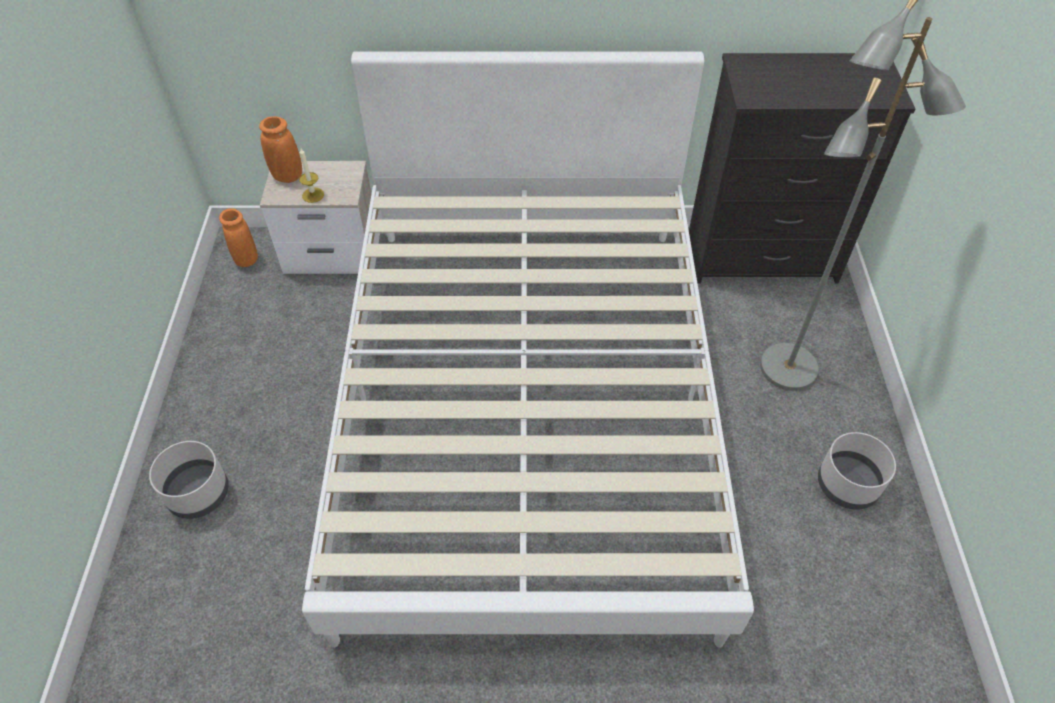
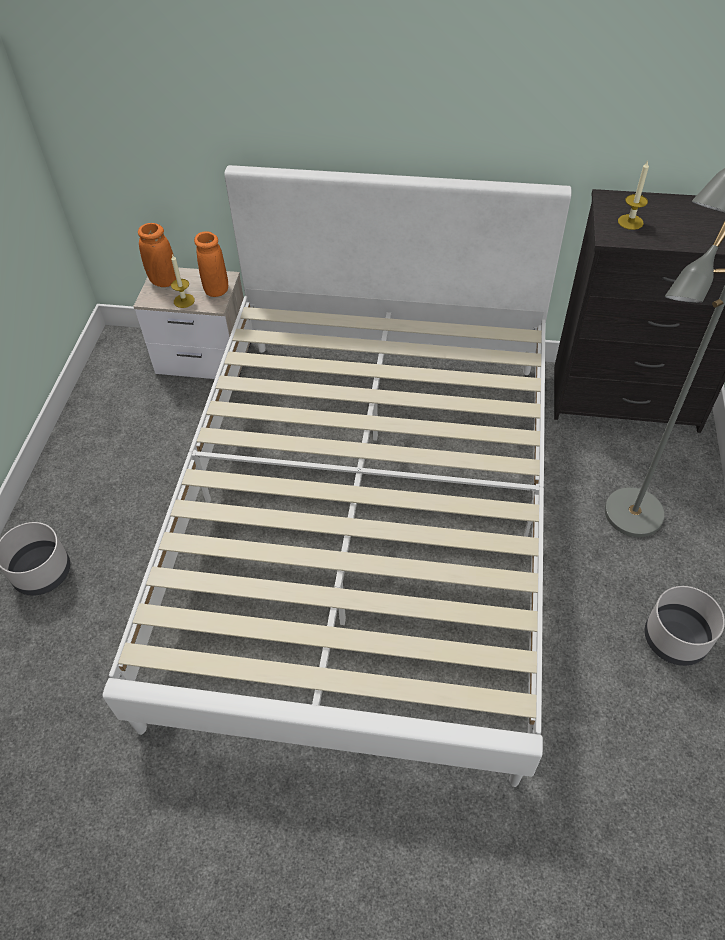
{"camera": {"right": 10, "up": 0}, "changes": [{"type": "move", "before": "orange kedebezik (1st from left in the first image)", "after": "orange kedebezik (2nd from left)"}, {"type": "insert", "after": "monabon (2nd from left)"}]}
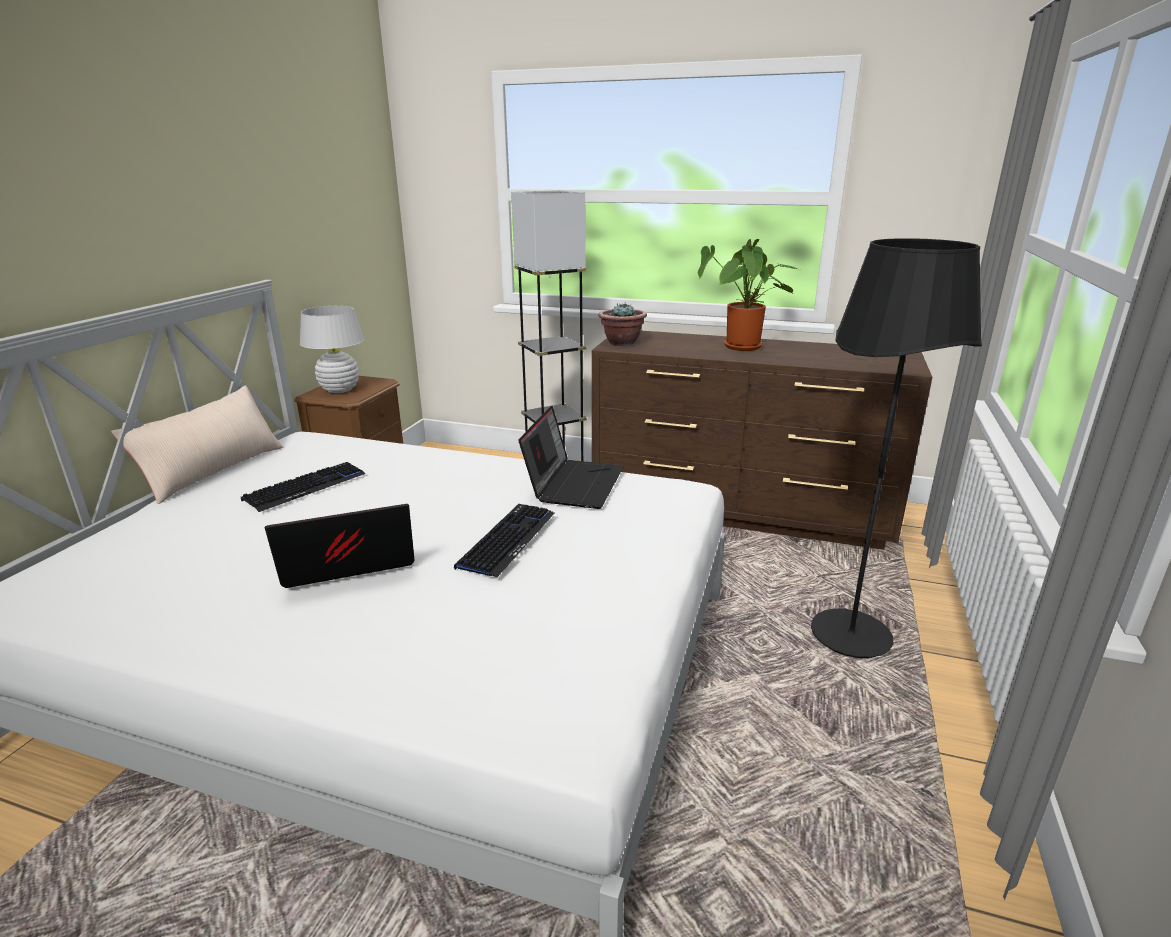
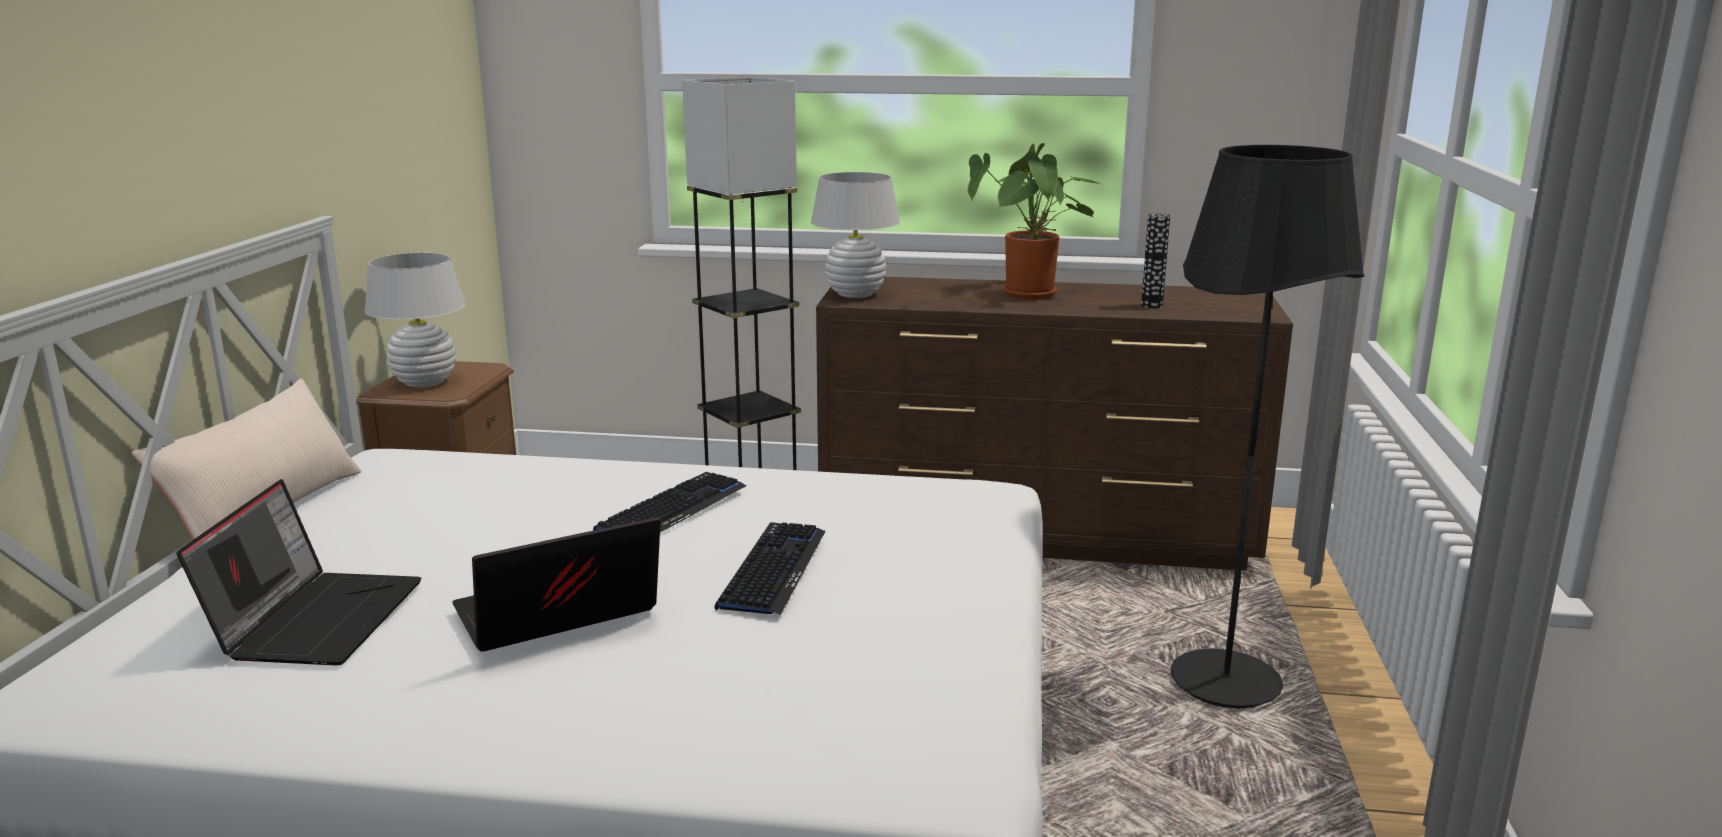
{"camera": {"right": -10, "up": -5}, "changes": [{"type": "move", "before": "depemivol (2nd from left in the first image)", "after": "depemivol (1st from left)"}, {"type": "move", "before": "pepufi (1st from left)"}, {"type": "replace", "before": "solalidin (1st from left)", "after": "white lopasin (2nd from left)"}, {"type": "insert", "after": "kedebezik"}]}
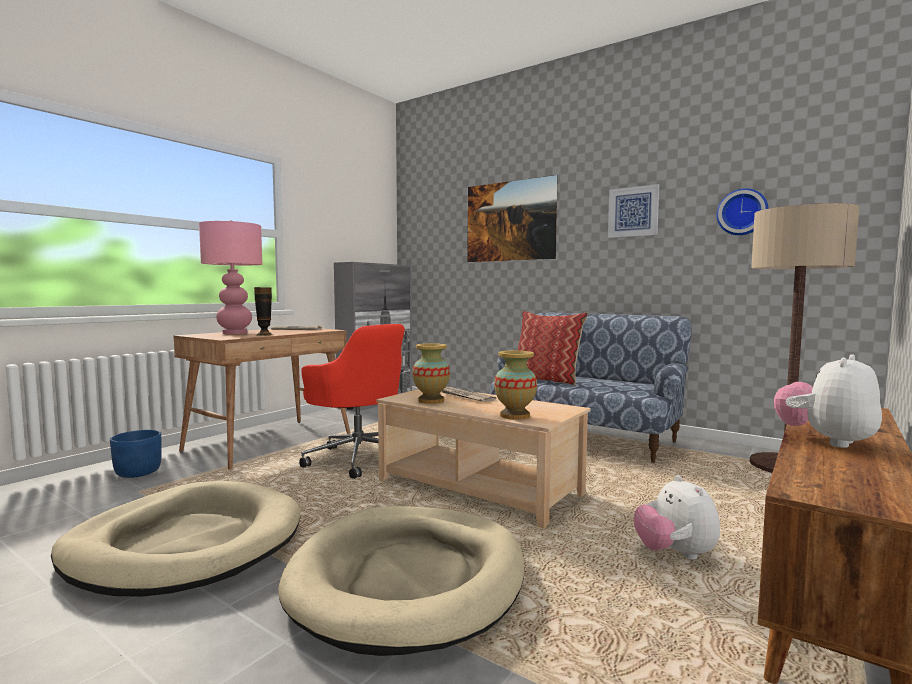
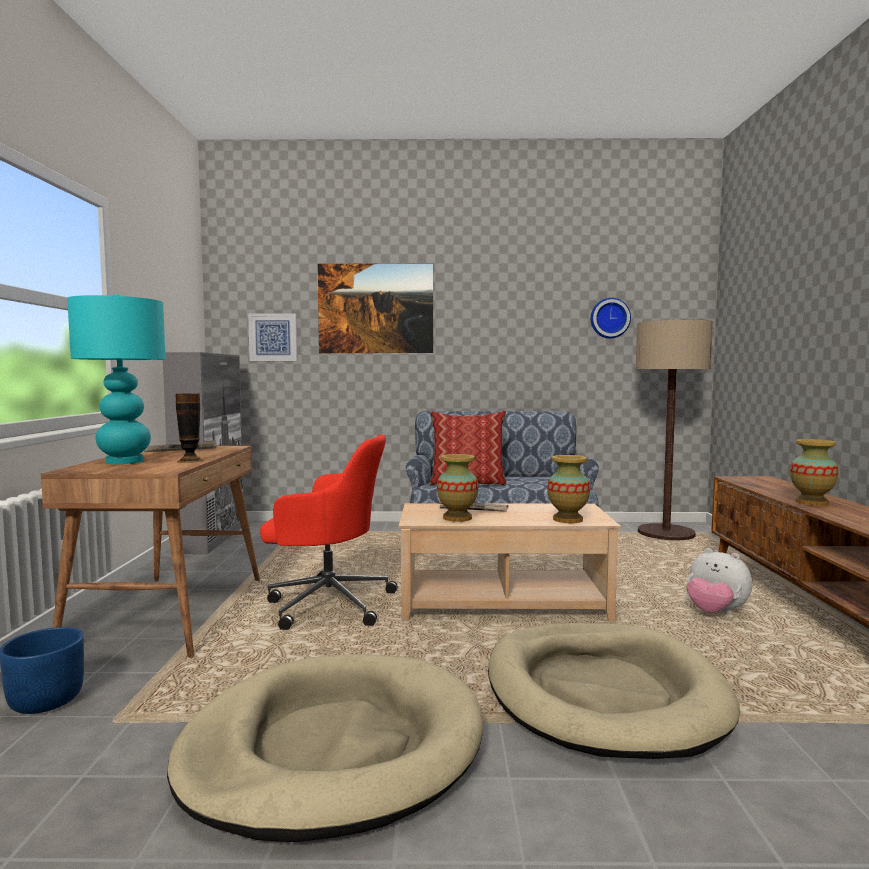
{"camera": {"right": -35, "up": 0}, "changes": [{"type": "recolor", "before": "pink lopasin", "after": "turquoise lopasin"}, {"type": "move", "before": "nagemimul (2nd from left in the first image)", "after": "nagemimul (1st from left)"}, {"type": "replace", "before": "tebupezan (2nd from left)", "after": "kedebezik (4th from left)"}]}
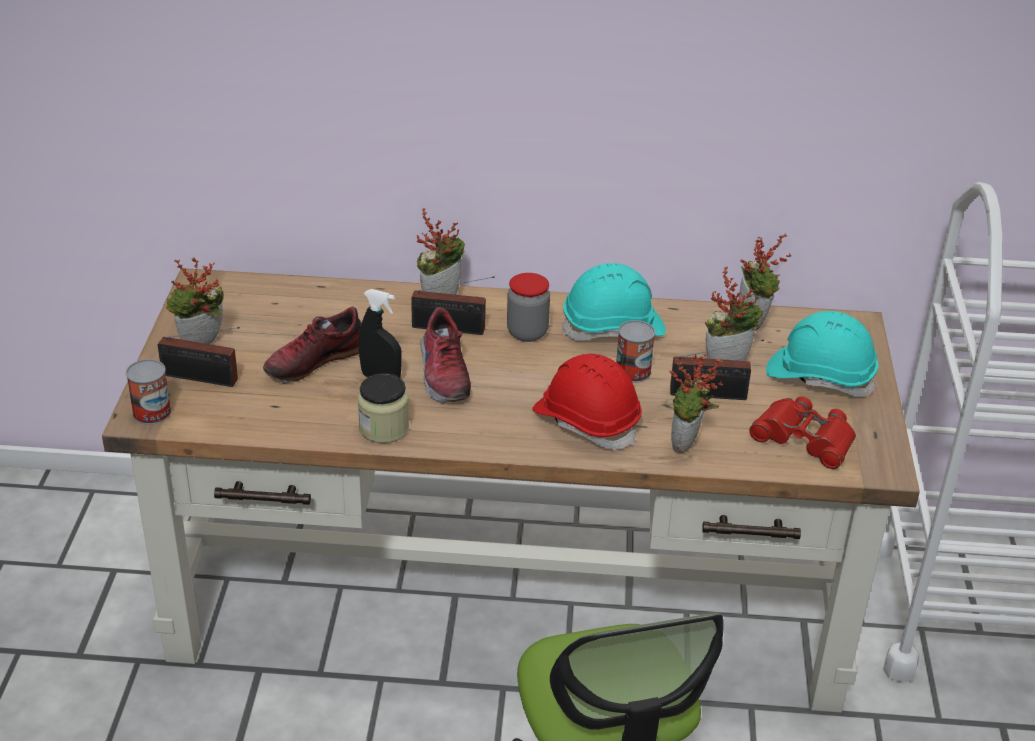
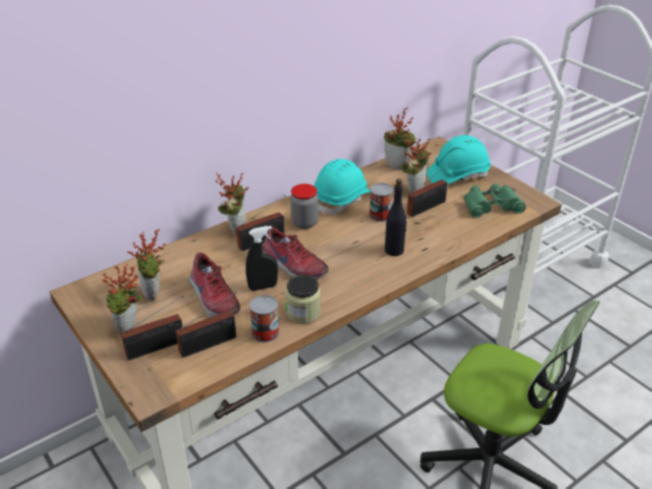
{"camera": {"right": -40, "up": 0}, "changes": [{"type": "move", "before": "solalidin (3rd from left in the first image)", "after": "solalidin (2nd from left)"}, {"type": "insert", "after": "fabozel (2nd from left)"}, {"type": "rotate", "before": "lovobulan (1st from left)", "turn": -45}, {"type": "move", "before": "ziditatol (1st from left)"}, {"type": "replace", "before": "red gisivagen", "after": "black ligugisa"}, {"type": "recolor", "before": "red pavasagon", "after": "green pavasagon"}]}
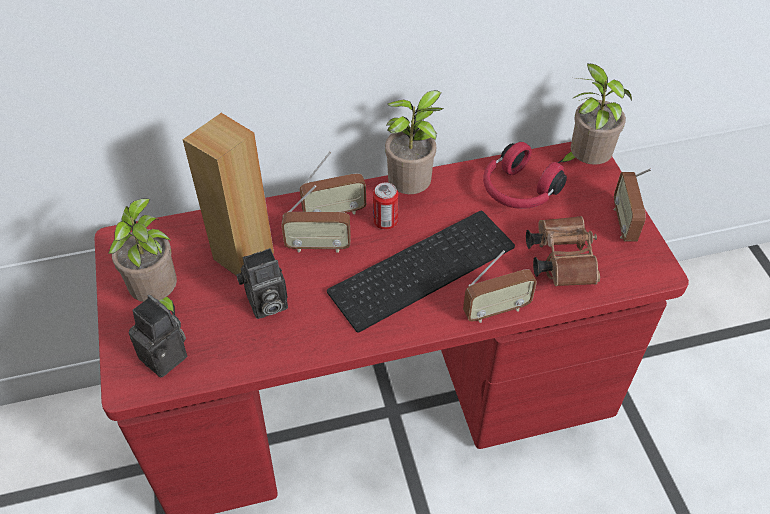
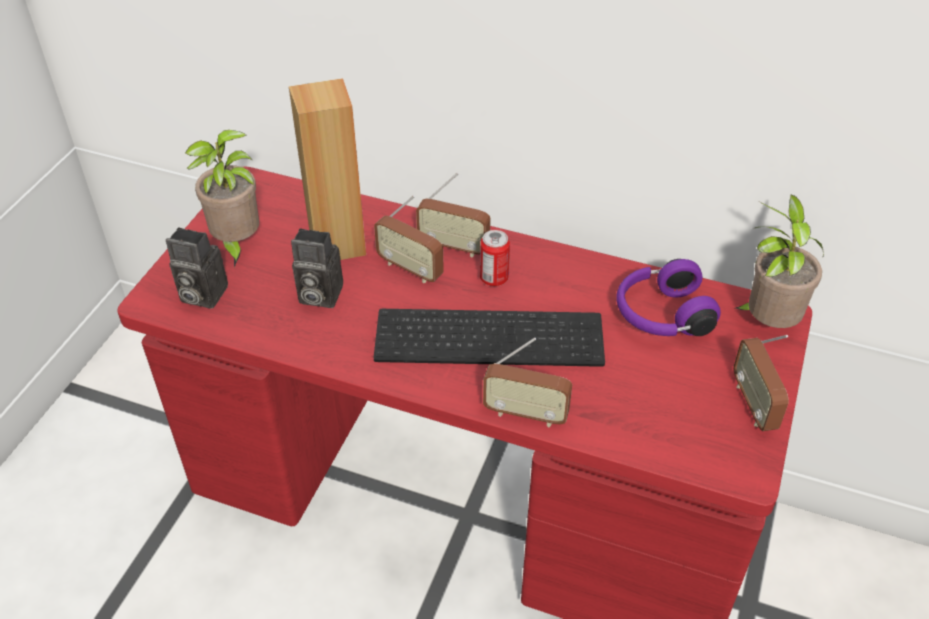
{"camera": {"right": 35, "up": -5}, "changes": [{"type": "rotate", "before": "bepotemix (1st from left)", "turn": 120}, {"type": "recolor", "before": "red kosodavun", "after": "purple kosodavun"}, {"type": "rotate", "before": "fabozel (4th from left)", "turn": -45}, {"type": "delete", "before": "solalidin (2nd from left)"}, {"type": "delete", "before": "brown pavasagon"}]}
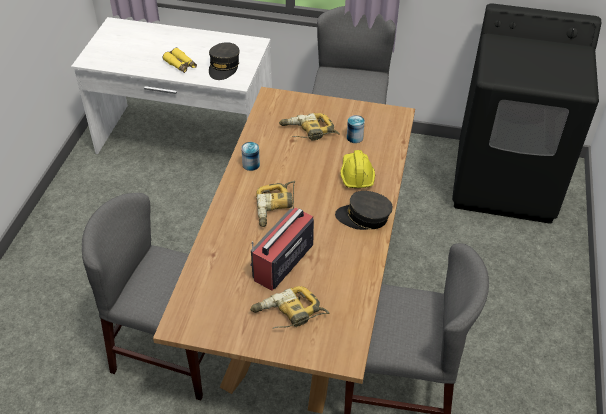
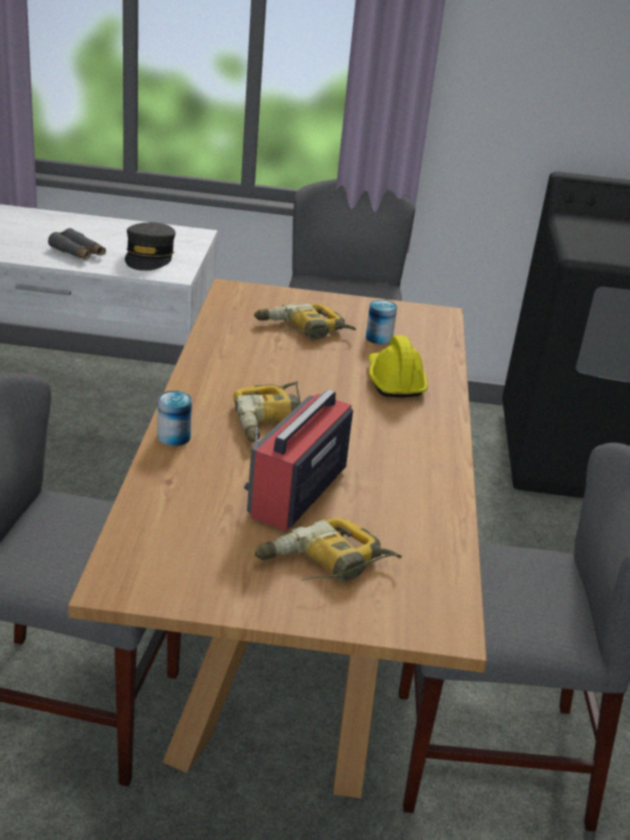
{"camera": {"right": -10, "up": -15}, "changes": [{"type": "recolor", "before": "yellow pavasagon", "after": "grey pavasagon"}, {"type": "move", "before": "ziditatol (1st from left)"}, {"type": "delete", "before": "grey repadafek (2nd from left)"}]}
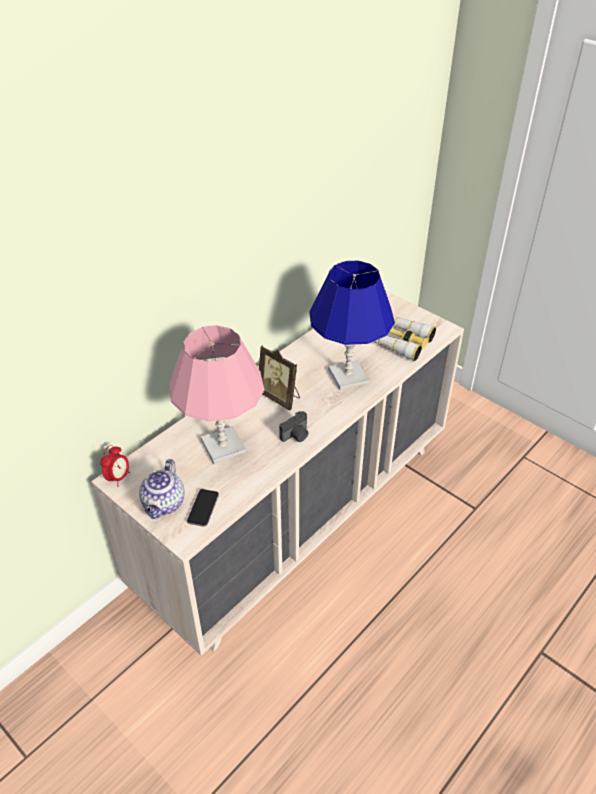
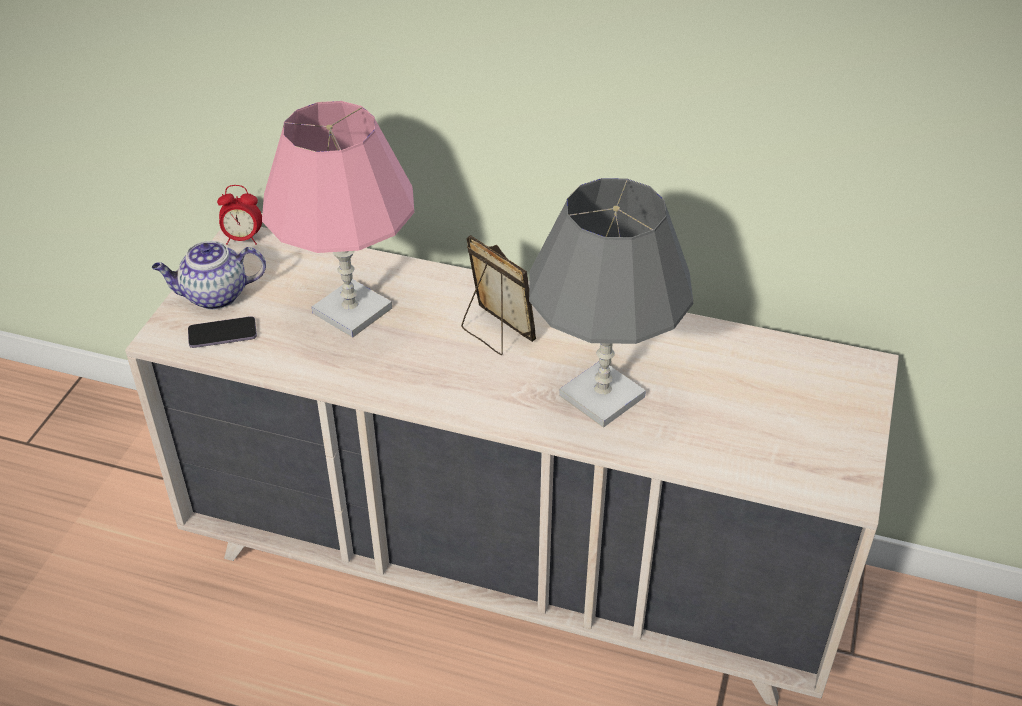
{"camera": {"right": 65, "up": 0}, "changes": [{"type": "rotate", "before": "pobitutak", "turn": 120}, {"type": "recolor", "before": "blue lopasin", "after": "grey lopasin"}, {"type": "delete", "before": "bepotemix"}, {"type": "delete", "before": "pavasagon"}]}
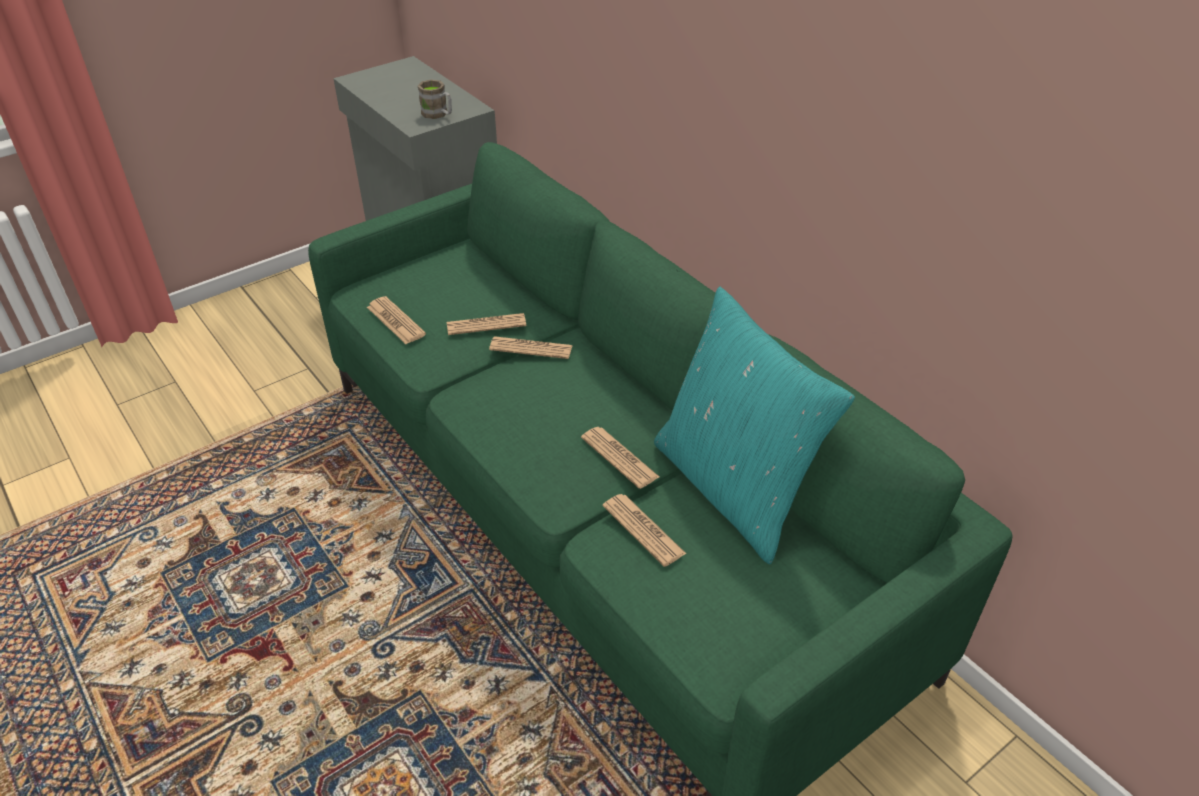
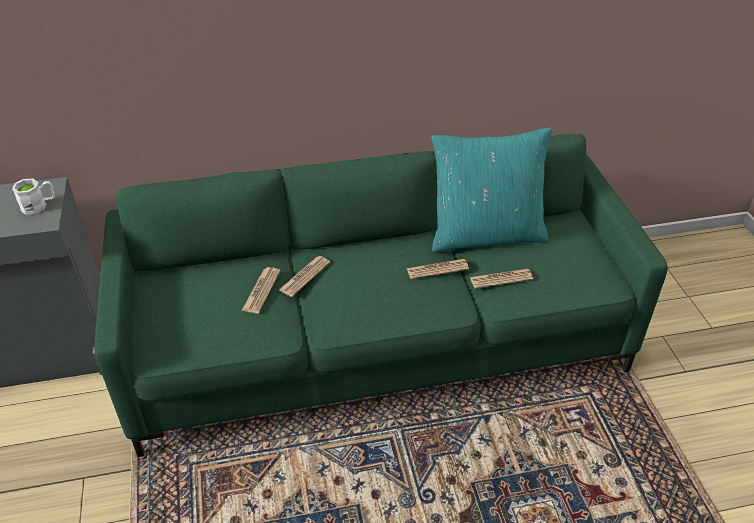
{"camera": {"right": -65, "up": 0}, "changes": [{"type": "recolor", "before": "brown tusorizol", "after": "white tusorizol"}, {"type": "delete", "before": "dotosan (1st from left)"}]}
